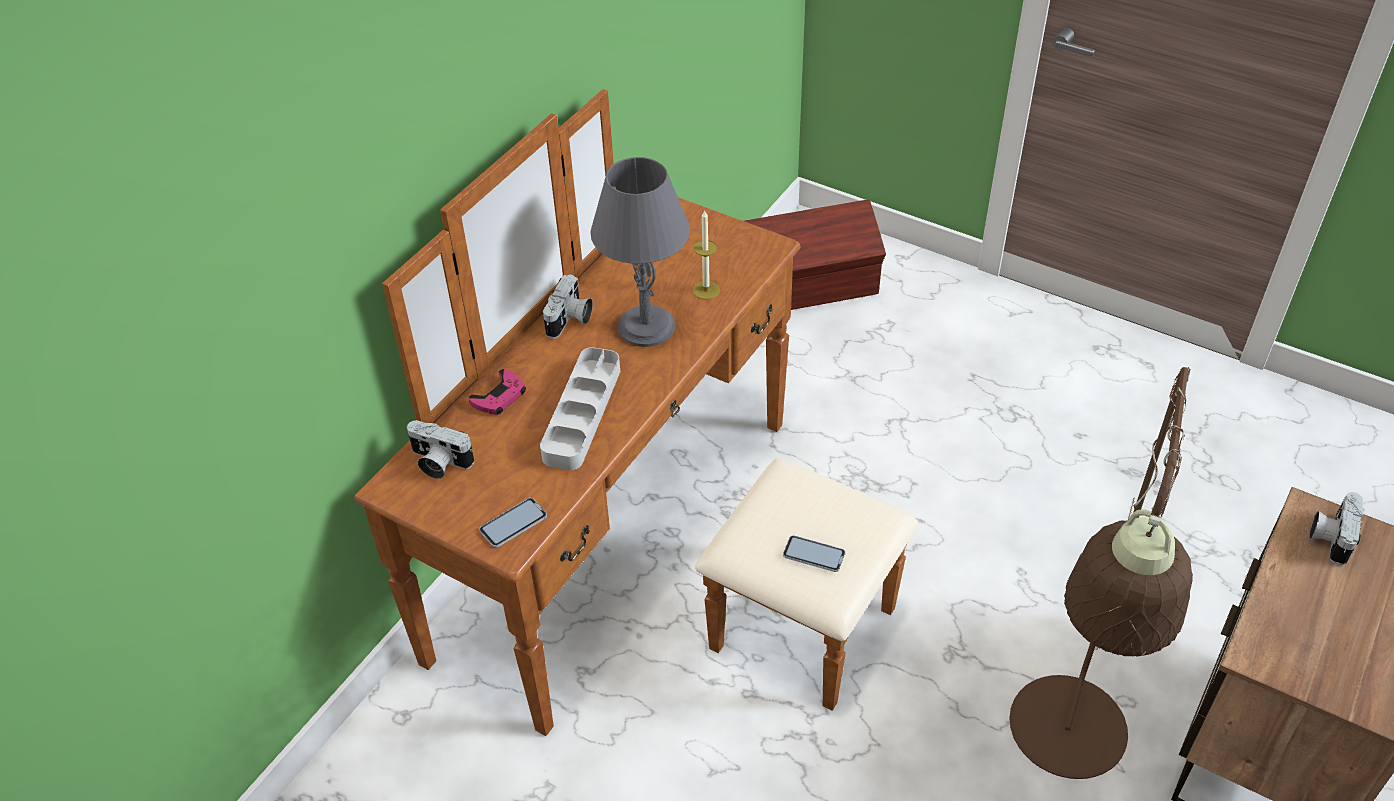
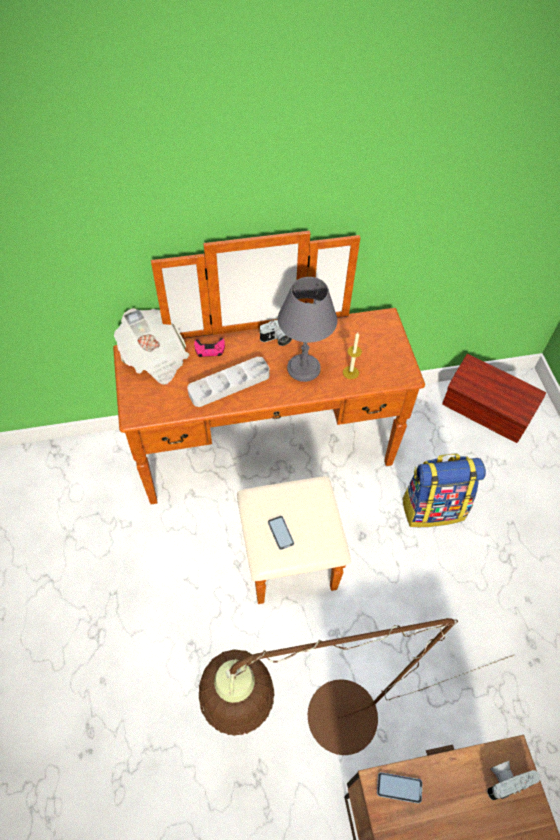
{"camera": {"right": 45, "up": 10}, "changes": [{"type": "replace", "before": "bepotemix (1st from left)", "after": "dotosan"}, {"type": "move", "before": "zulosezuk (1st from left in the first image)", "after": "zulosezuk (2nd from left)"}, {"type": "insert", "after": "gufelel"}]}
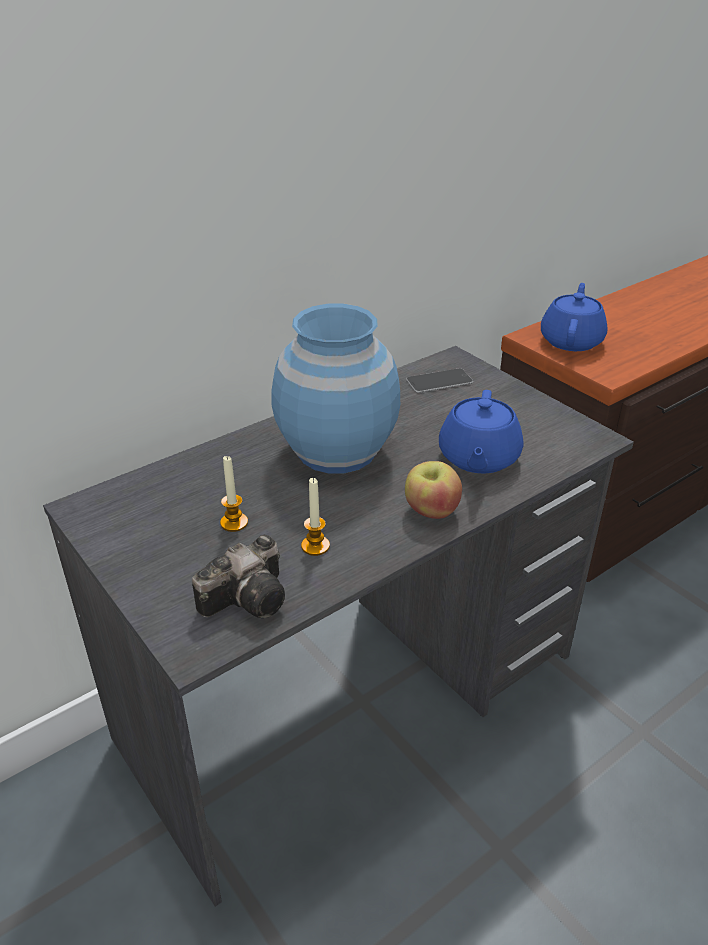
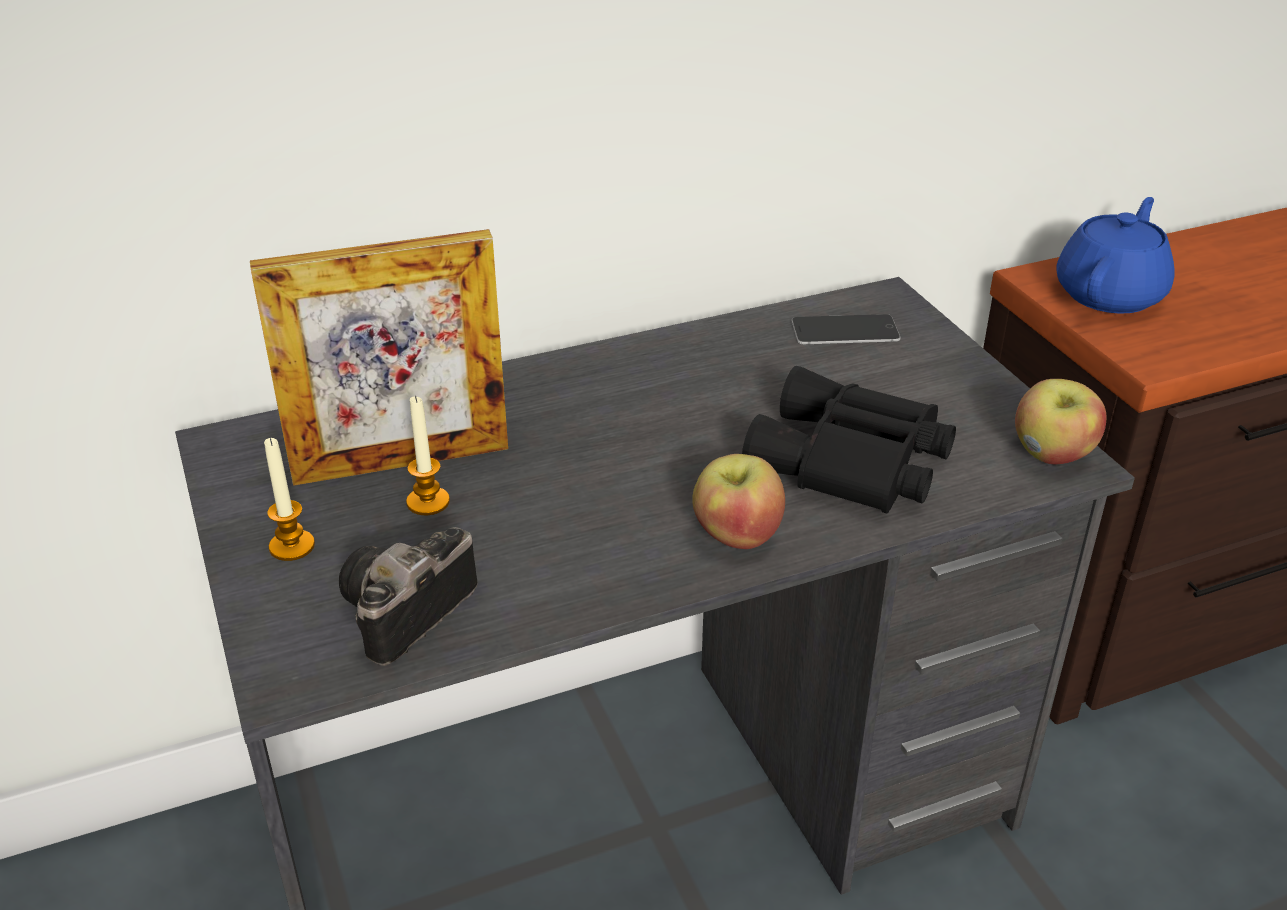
{"camera": {"right": 15, "up": 0}, "changes": [{"type": "insert", "after": "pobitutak"}, {"type": "move", "before": "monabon (2nd from left in the first image)", "after": "monabon (1st from left)"}, {"type": "rotate", "before": "bepotemix", "turn": 150}, {"type": "replace", "before": "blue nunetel (1st from left)", "after": "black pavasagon"}, {"type": "insert", "after": "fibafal (2nd from left)"}, {"type": "delete", "before": "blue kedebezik"}]}
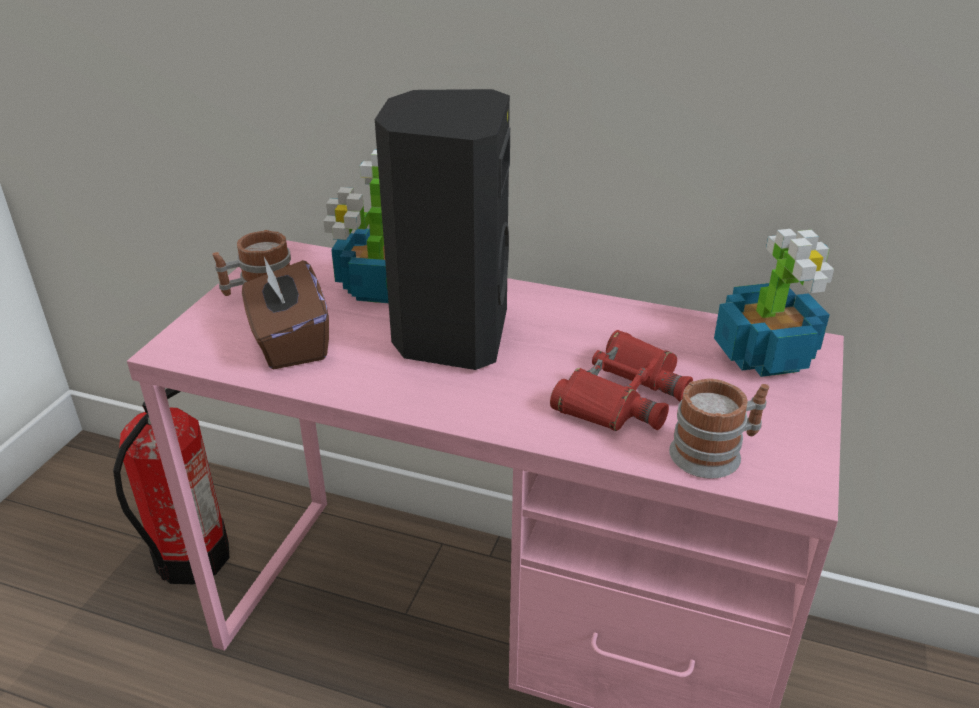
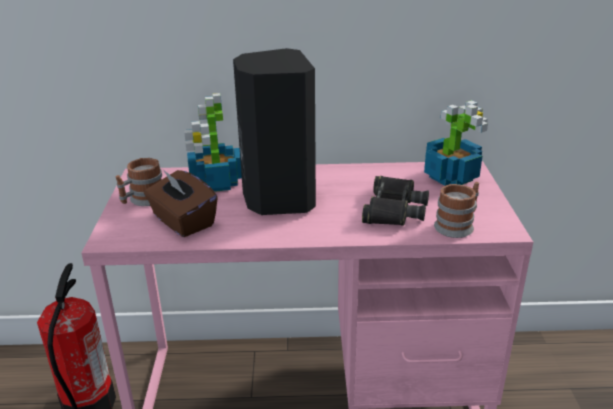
{"camera": {"right": -20, "up": -5}, "changes": [{"type": "recolor", "before": "red pavasagon", "after": "black pavasagon"}]}
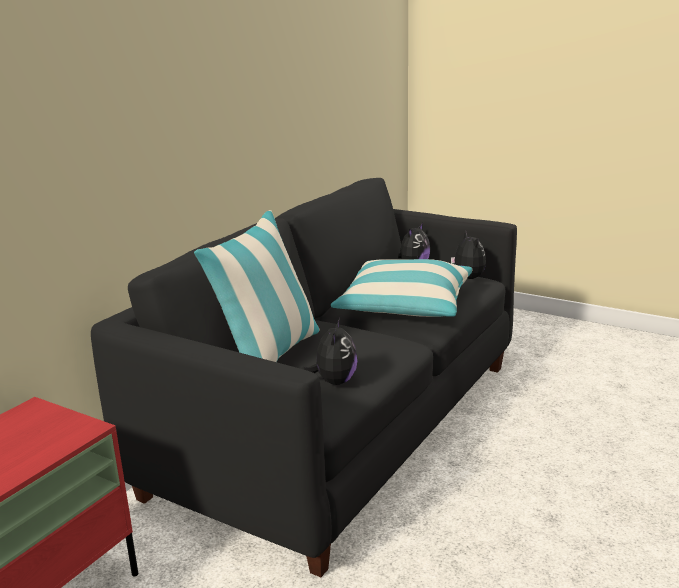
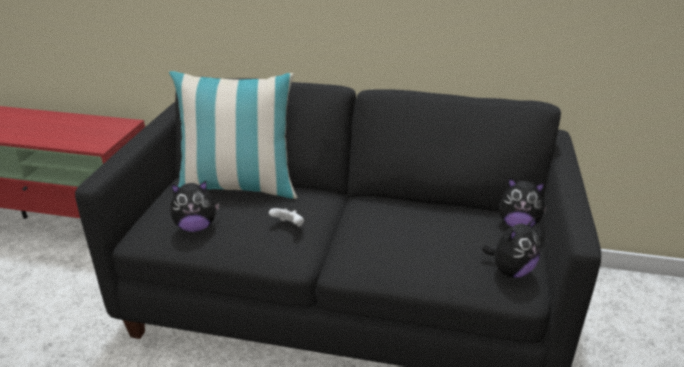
{"camera": {"right": 70, "up": 10}, "changes": [{"type": "insert", "after": "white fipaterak"}, {"type": "delete", "before": "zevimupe (2nd from left)"}]}
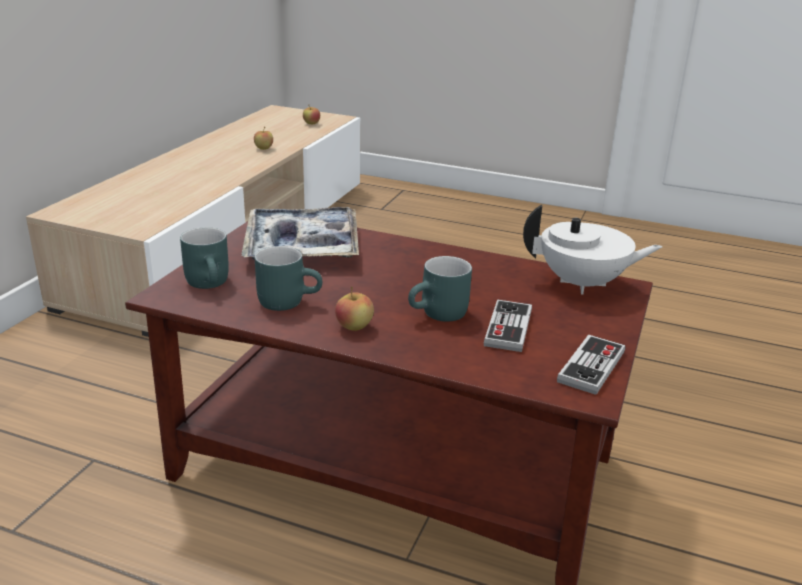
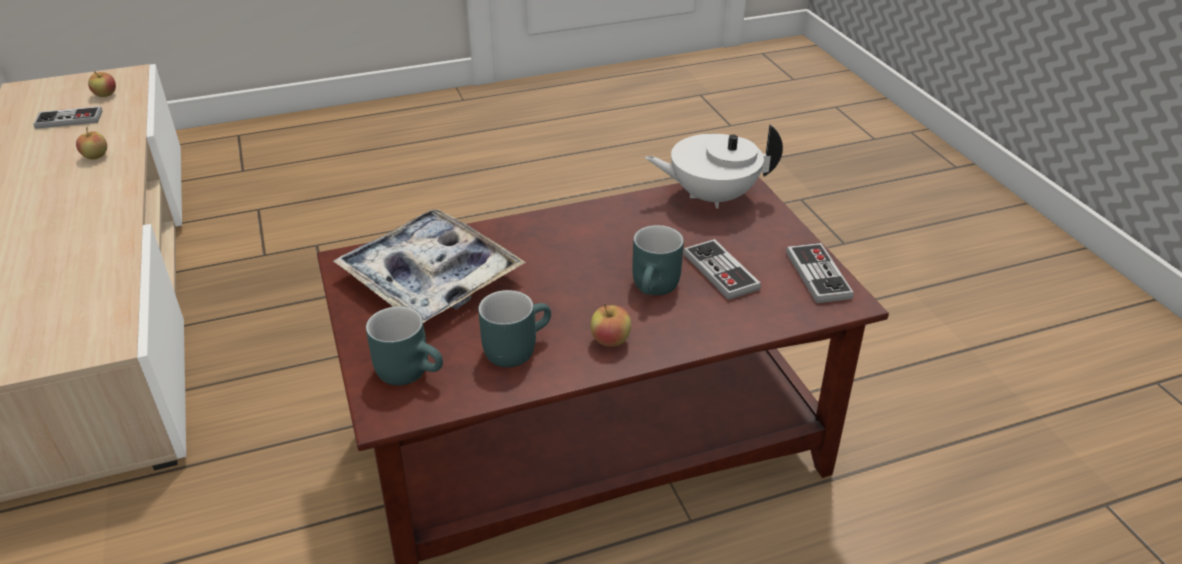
{"camera": {"right": -40, "up": 10}, "changes": [{"type": "insert", "after": "fipaterak (1st from left)"}, {"type": "rotate", "before": "white nunetel", "turn": -150}]}
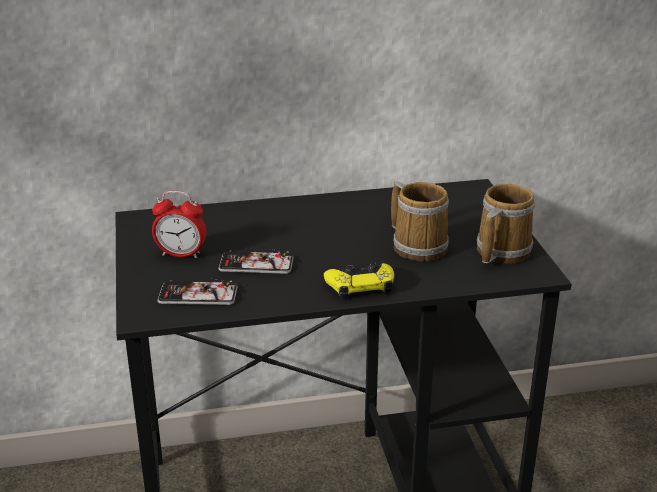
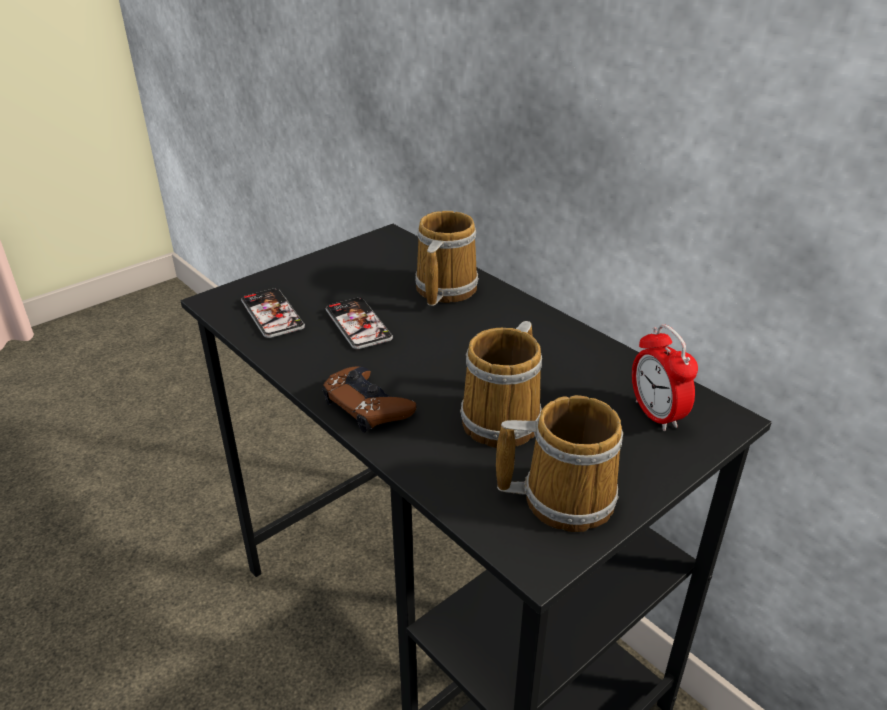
{"camera": {"right": 60, "up": 5}, "changes": [{"type": "recolor", "before": "yellow fipaterak", "after": "brown fipaterak"}, {"type": "insert", "after": "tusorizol (1st from left)"}, {"type": "move", "before": "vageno"}]}
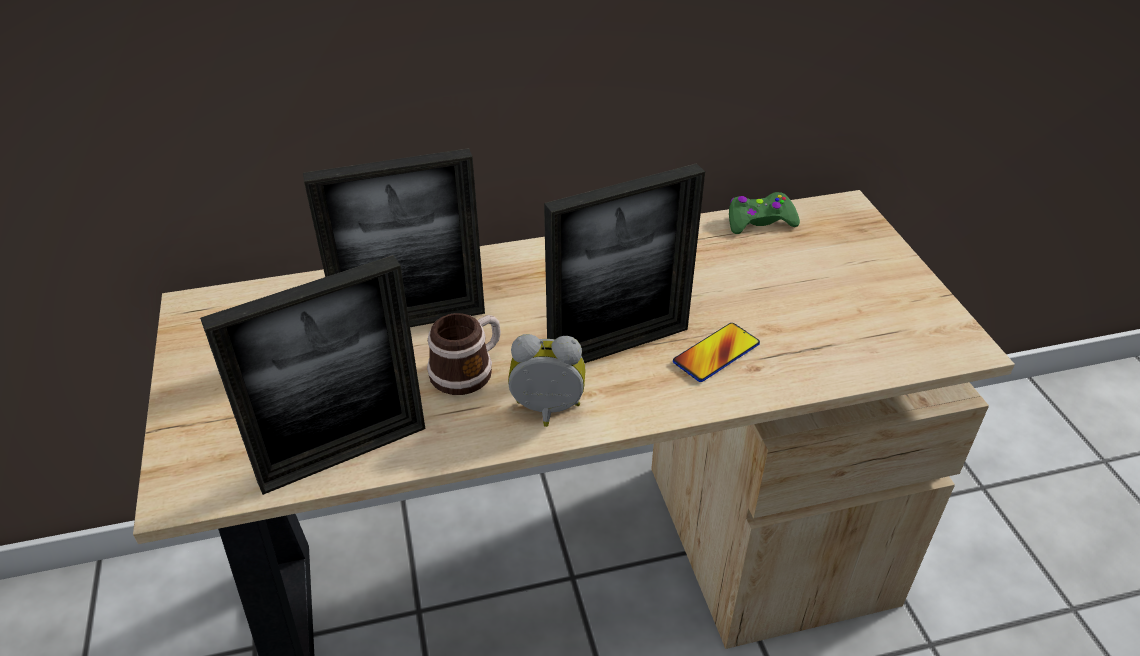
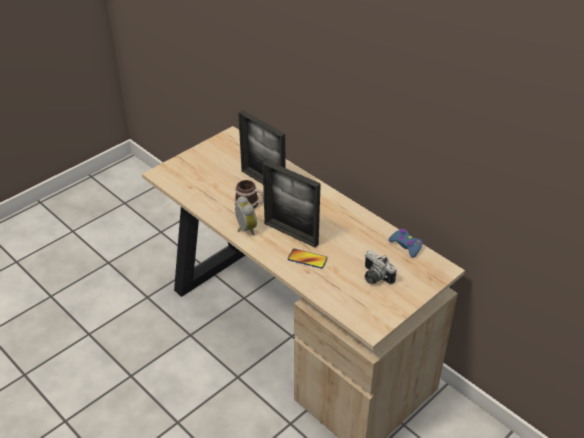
{"camera": {"right": 60, "up": 0}, "changes": [{"type": "insert", "after": "bepotemix"}, {"type": "recolor", "before": "green fipaterak", "after": "blue fipaterak"}, {"type": "delete", "before": "pobitutak (1st from left)"}]}
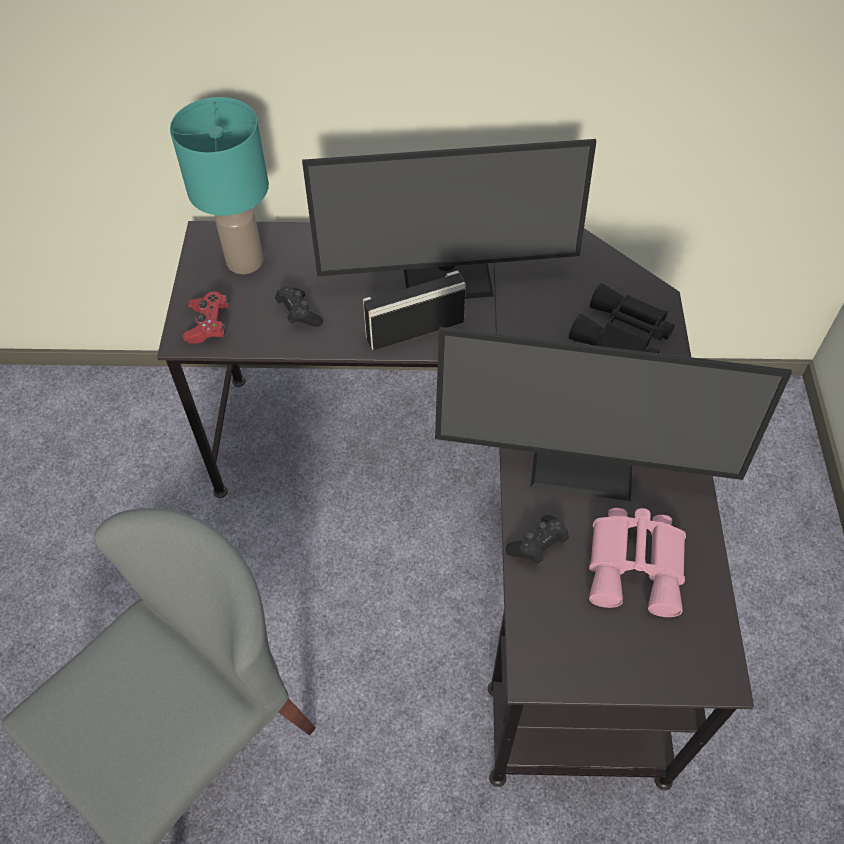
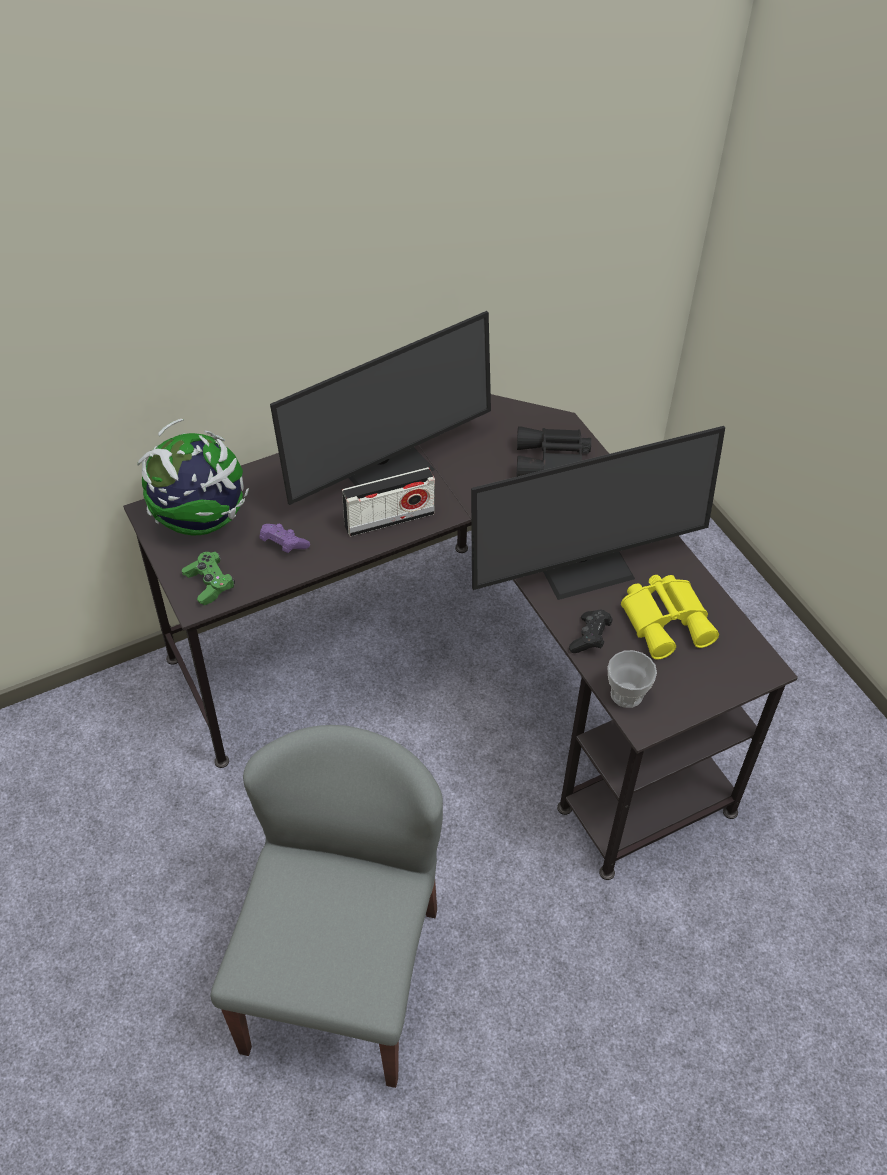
{"camera": {"right": -30, "up": -5}, "changes": [{"type": "replace", "before": "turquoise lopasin", "after": "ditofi"}, {"type": "recolor", "before": "red fipaterak", "after": "green fipaterak"}, {"type": "recolor", "before": "black fipaterak (1st from left)", "after": "purple fipaterak"}, {"type": "rotate", "before": "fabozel", "turn": -150}, {"type": "insert", "after": "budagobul"}, {"type": "recolor", "before": "pink pavasagon", "after": "yellow pavasagon"}]}
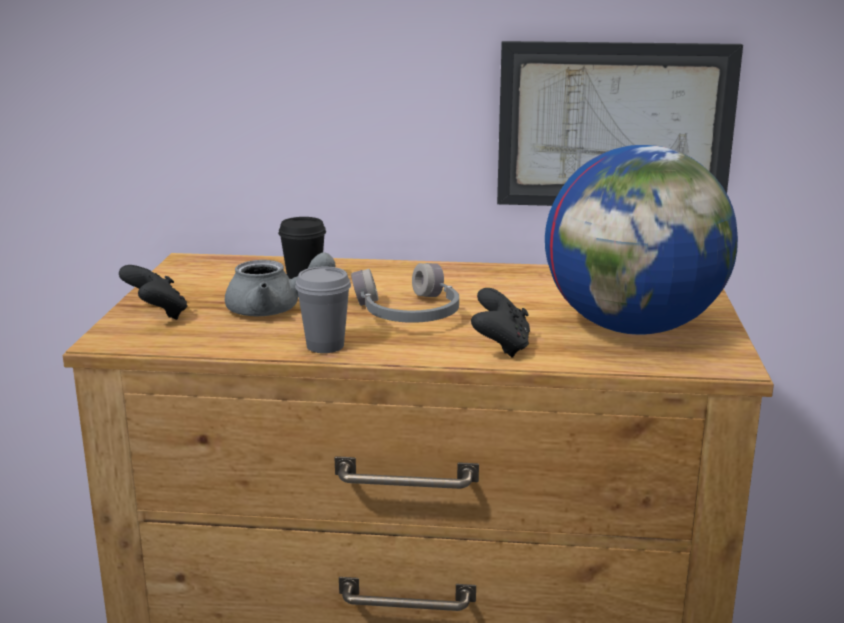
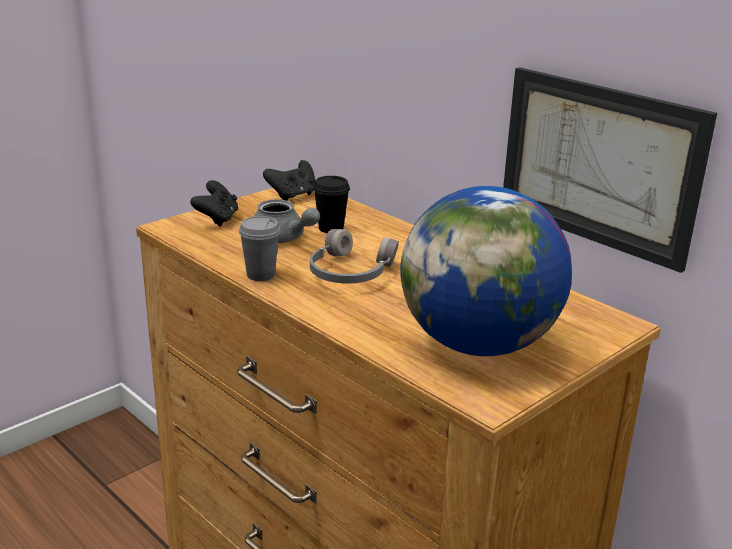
{"camera": {"right": 40, "up": 5}, "changes": [{"type": "move", "before": "black fipaterak (2nd from left)"}]}
